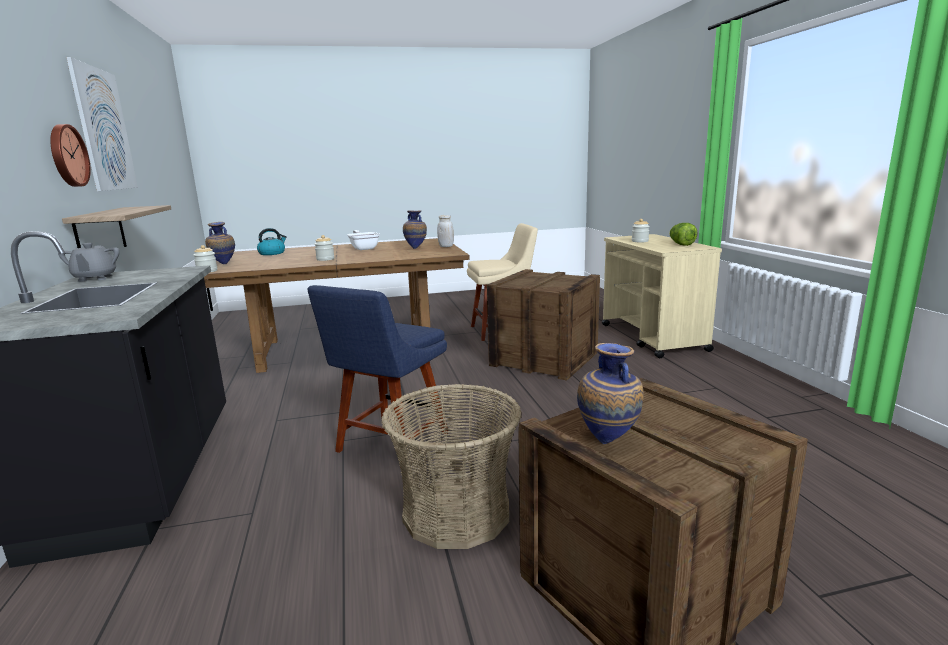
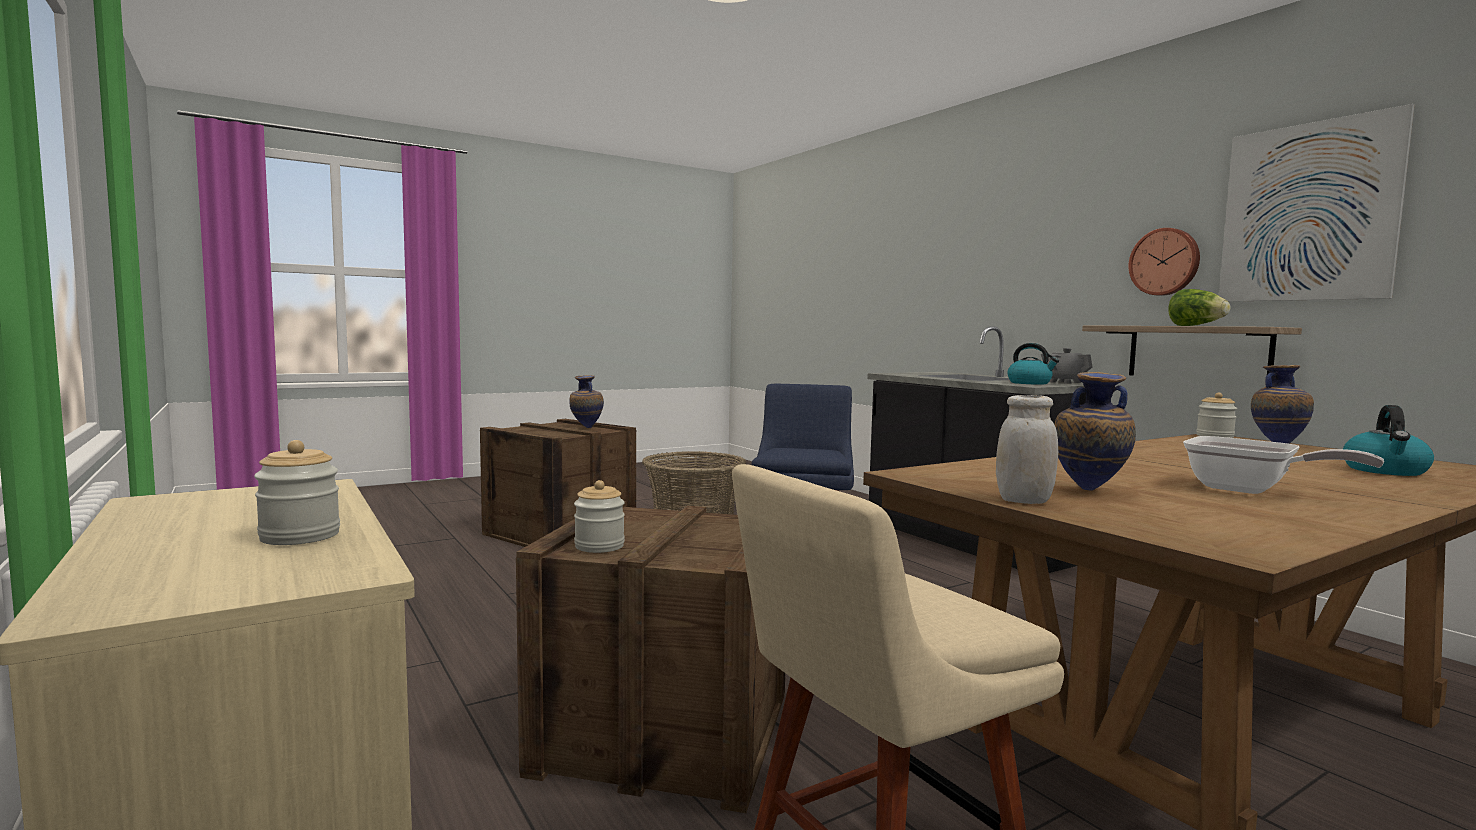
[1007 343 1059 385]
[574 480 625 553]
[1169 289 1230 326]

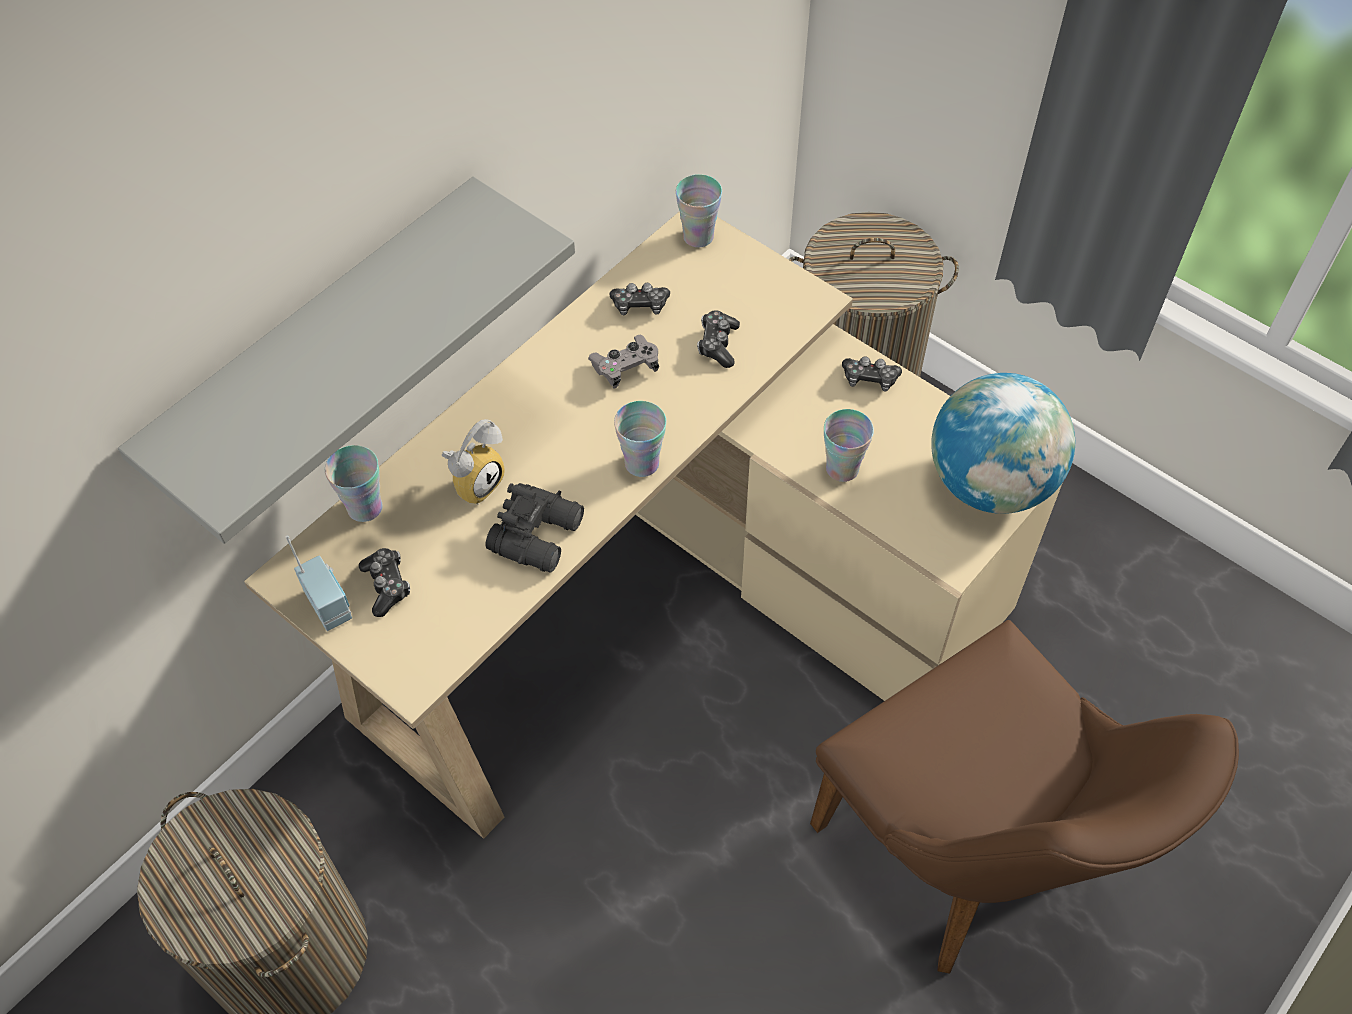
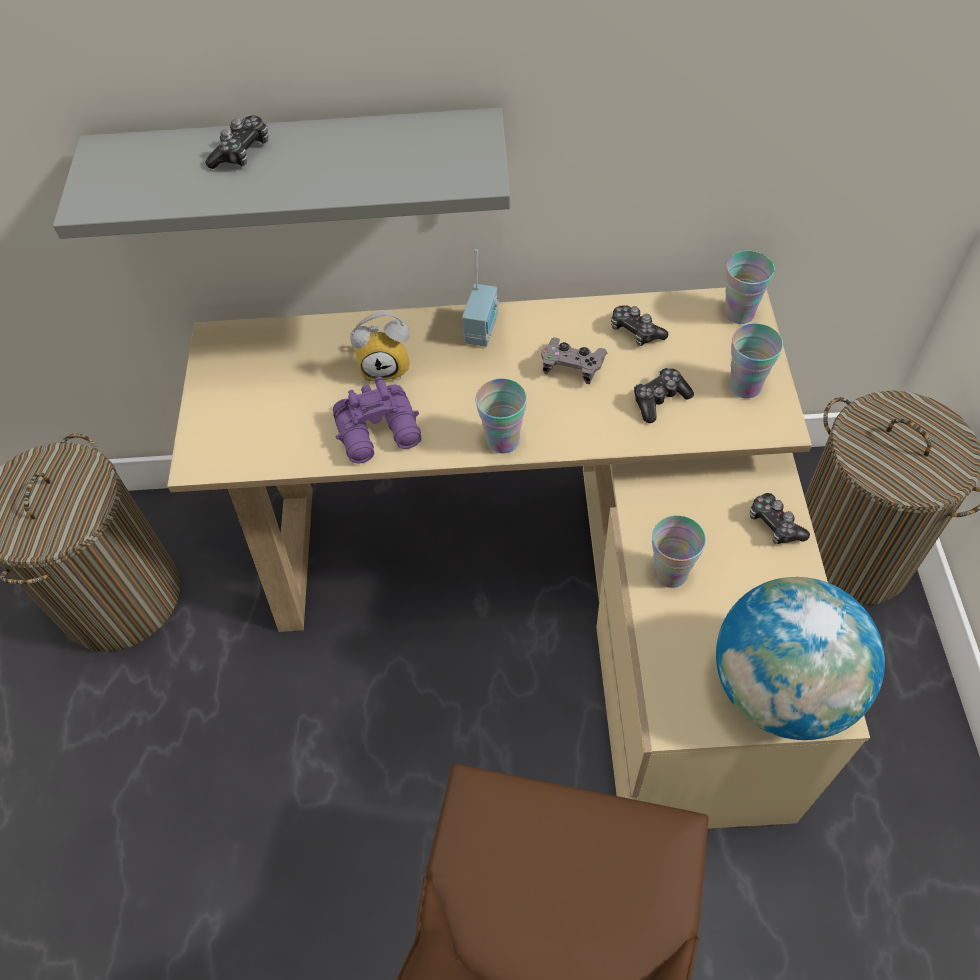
[462 249 500 347]
[729 323 783 398]
[205 116 269 169]
[333 377 422 464]

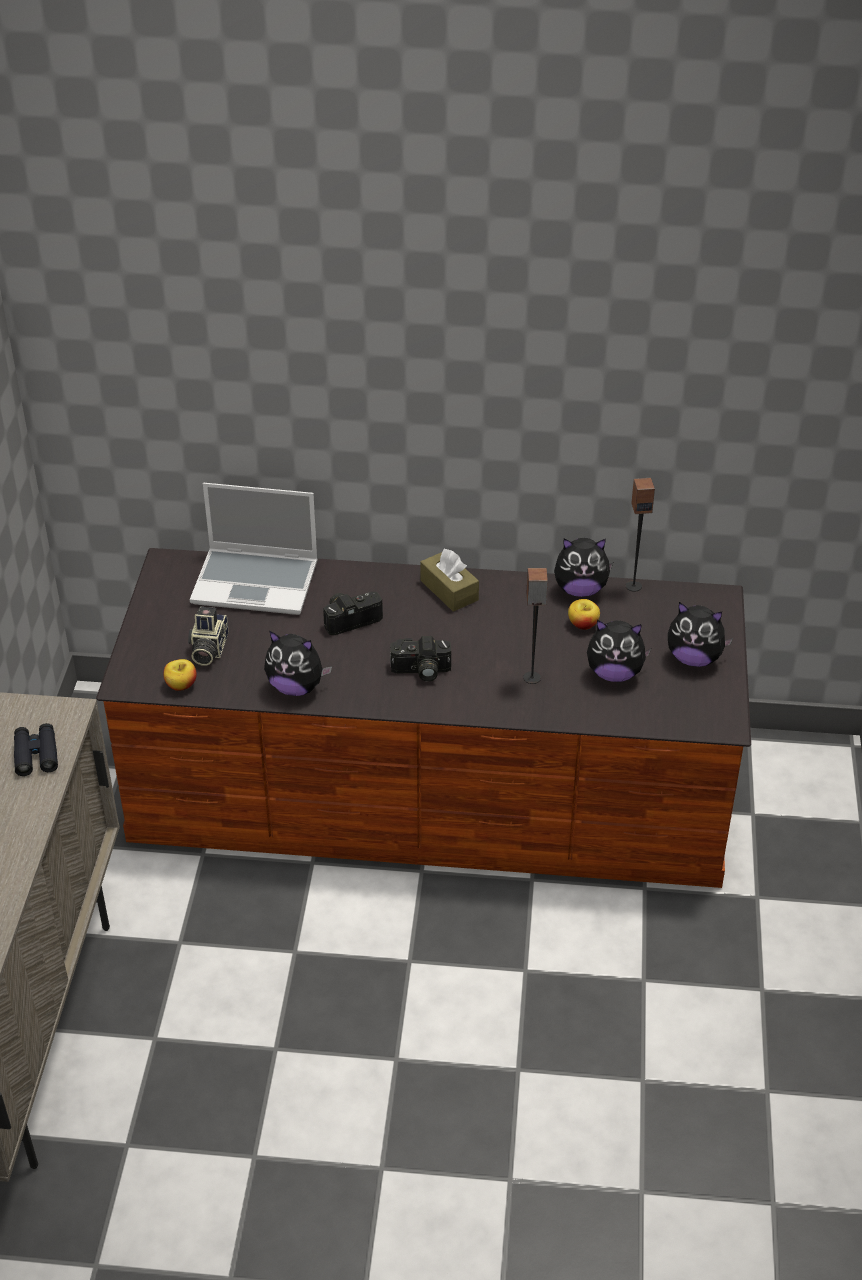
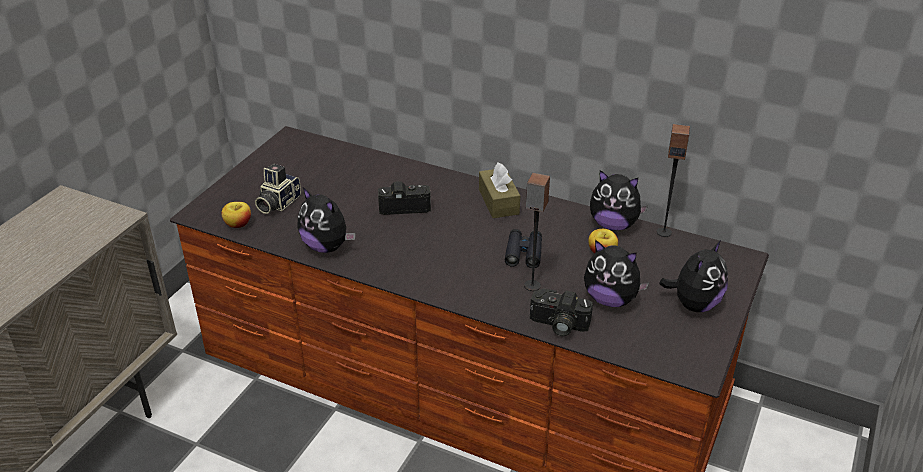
[190 483 318 615] (first image)
[505 229 542 268]
[530 289 593 336]
[659 240 728 312]

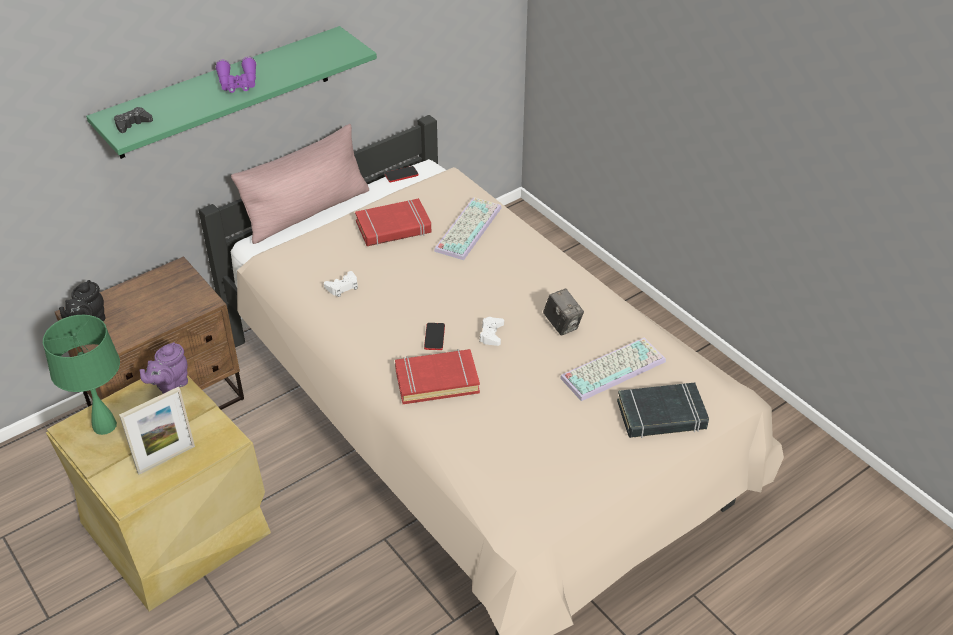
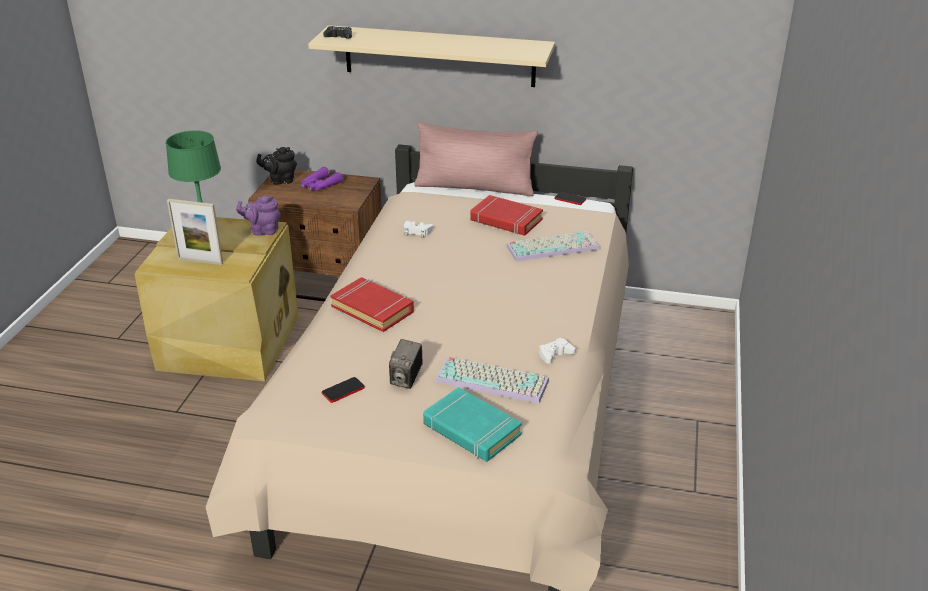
[301 167 343 190]
[322 377 365 403]
[539 338 575 364]
[389 339 423 389]
[308 25 555 87]
[423 387 522 462]

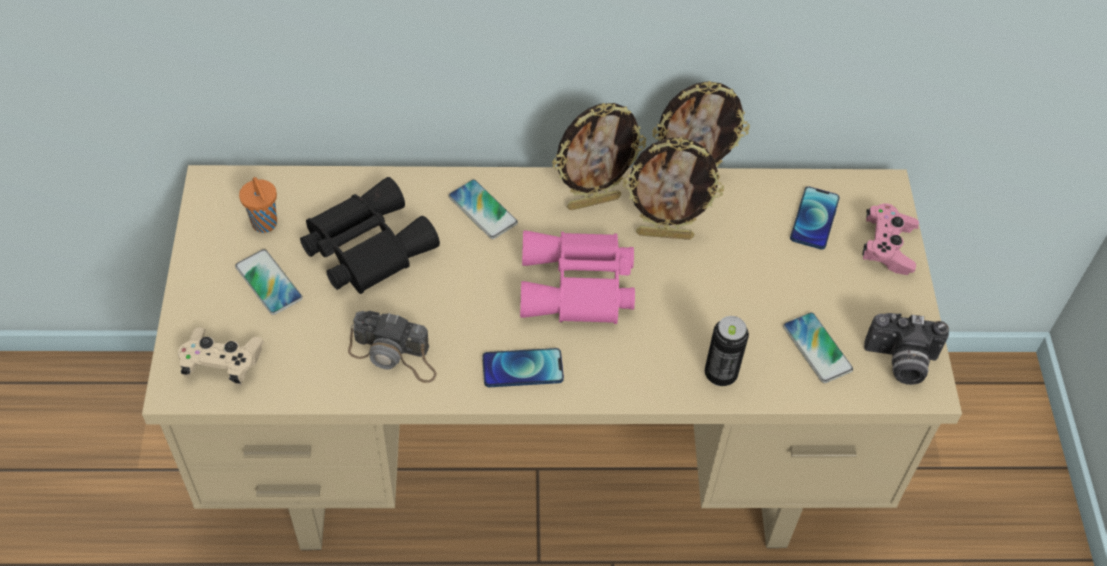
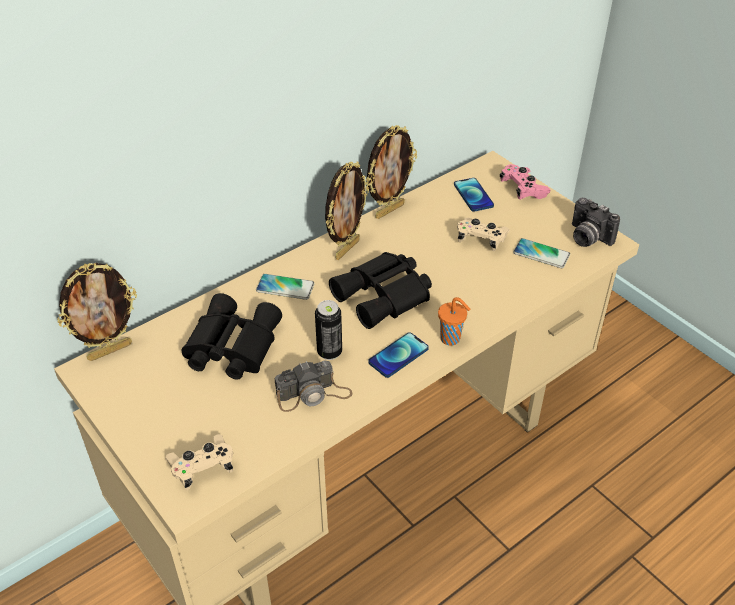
[235 249 303 315] (first image)
[457 217 510 251]
[438 297 470 346]
[57 263 137 361]
[315 300 342 360]
[329 252 432 329]
[572 198 620 247]

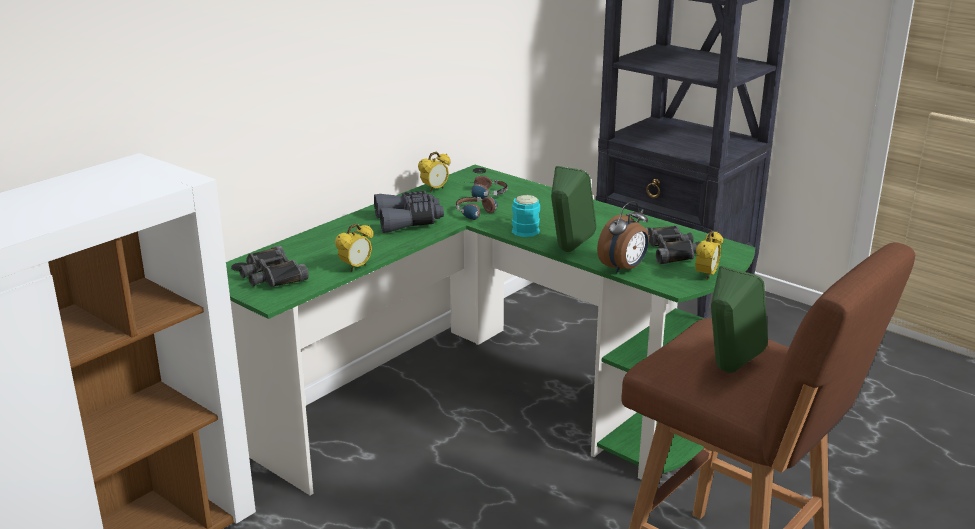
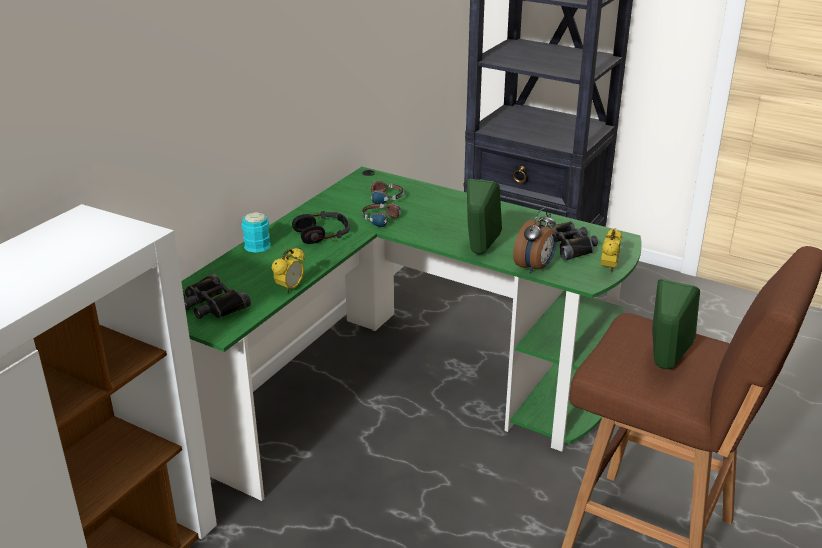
[418 151 451 192] (first image)
[242 212 271 253]
[292 211 350 244]

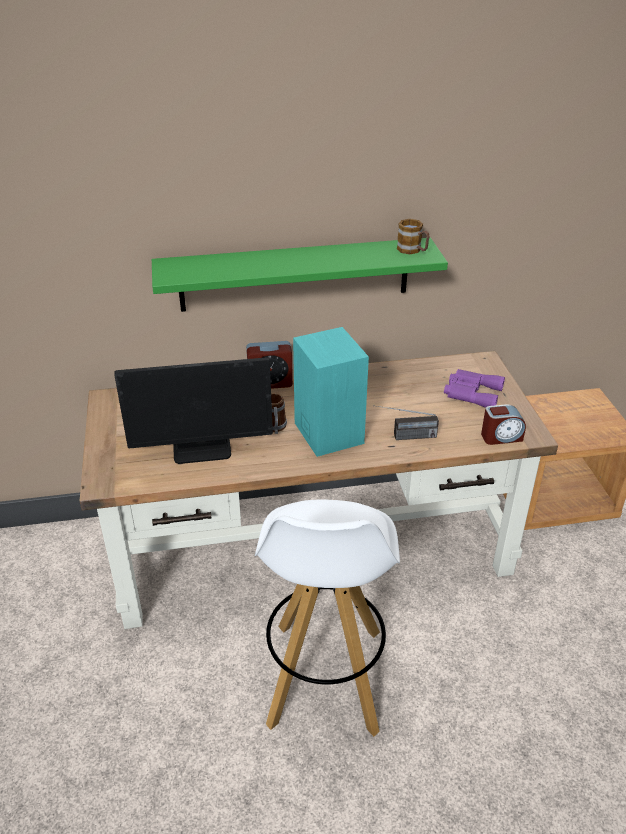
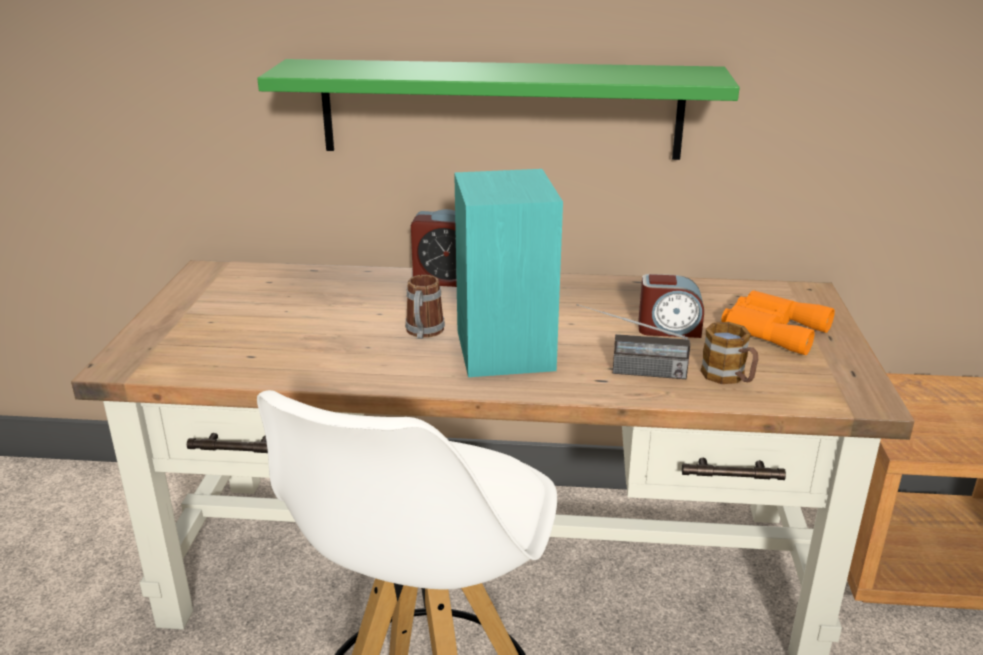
[114 357 273 464] (first image)
[700 322 758 384]
[638 274 704 338]
[721 290 835 355]

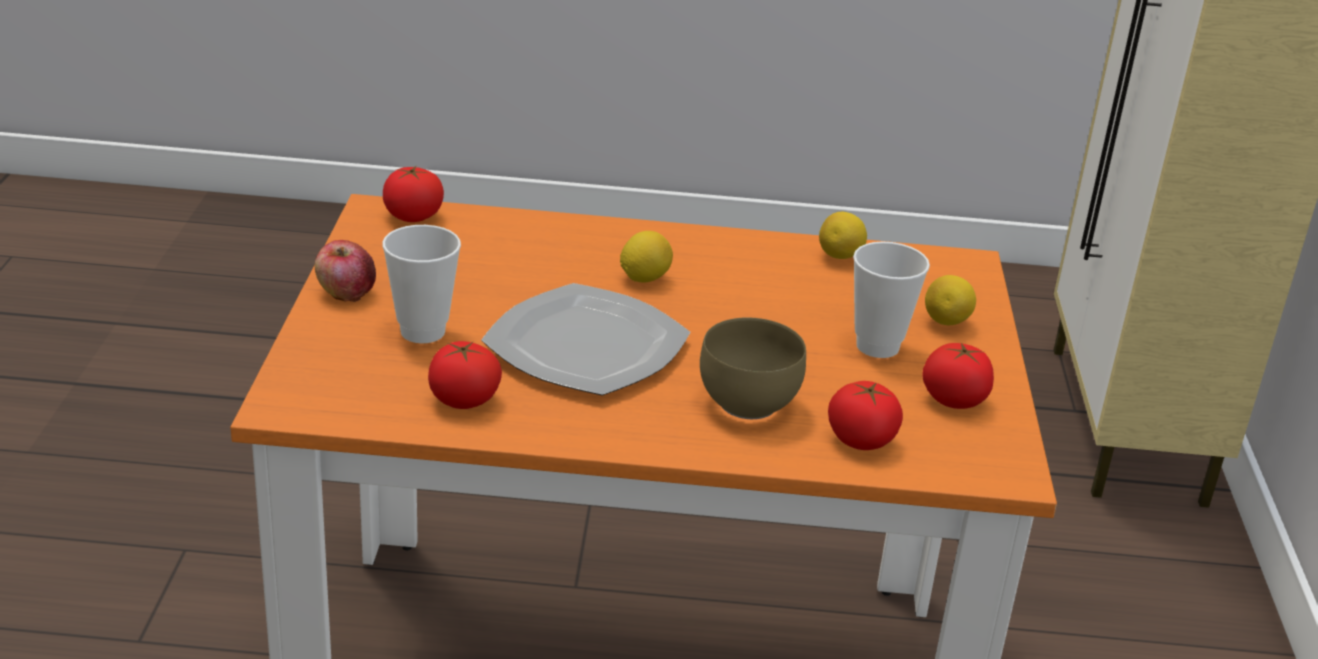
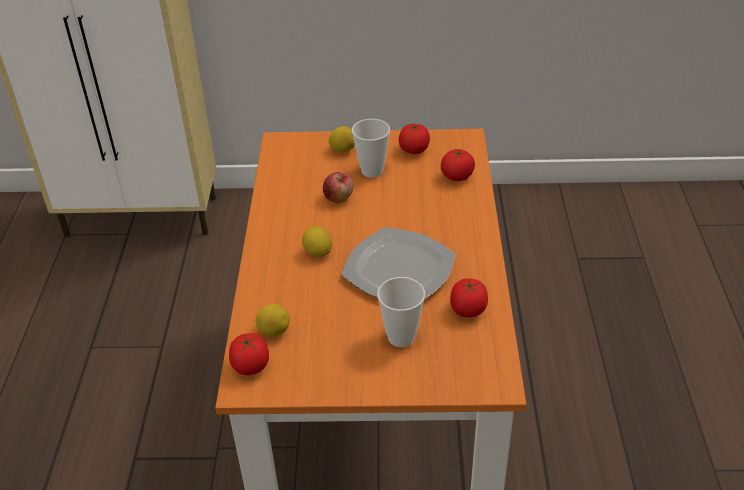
[700 317 806 419] (first image)
[323 172 353 203]
[256 304 289 336]

